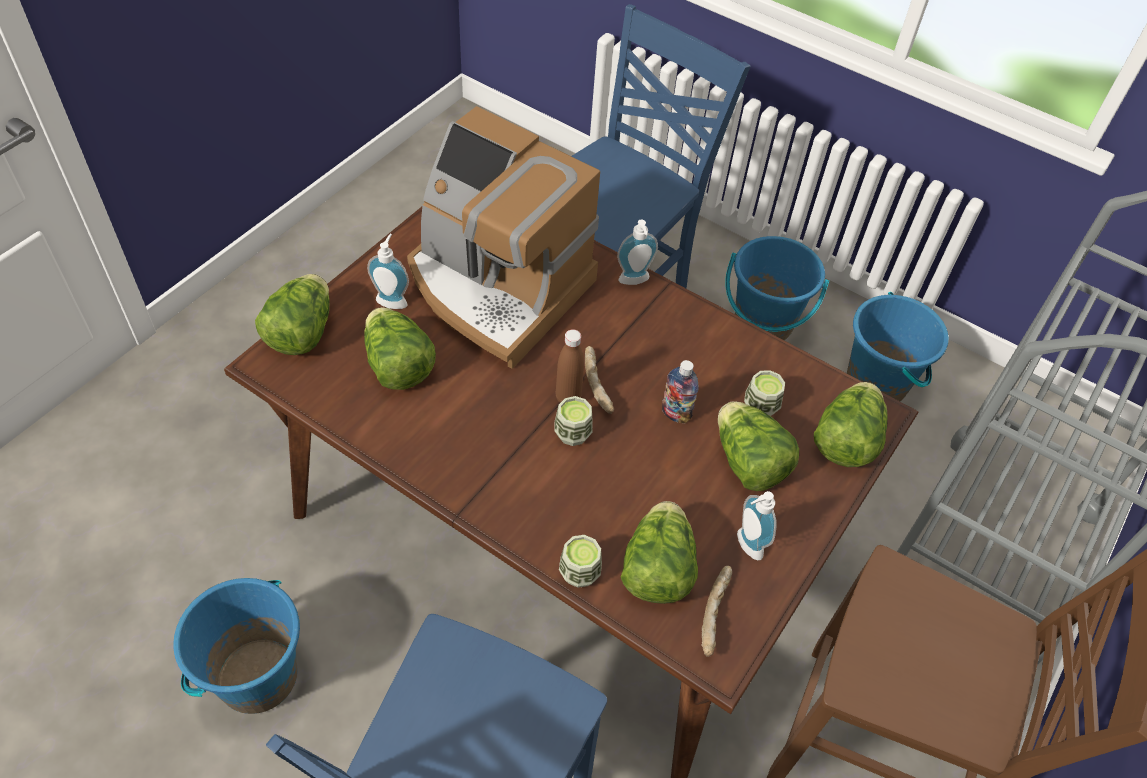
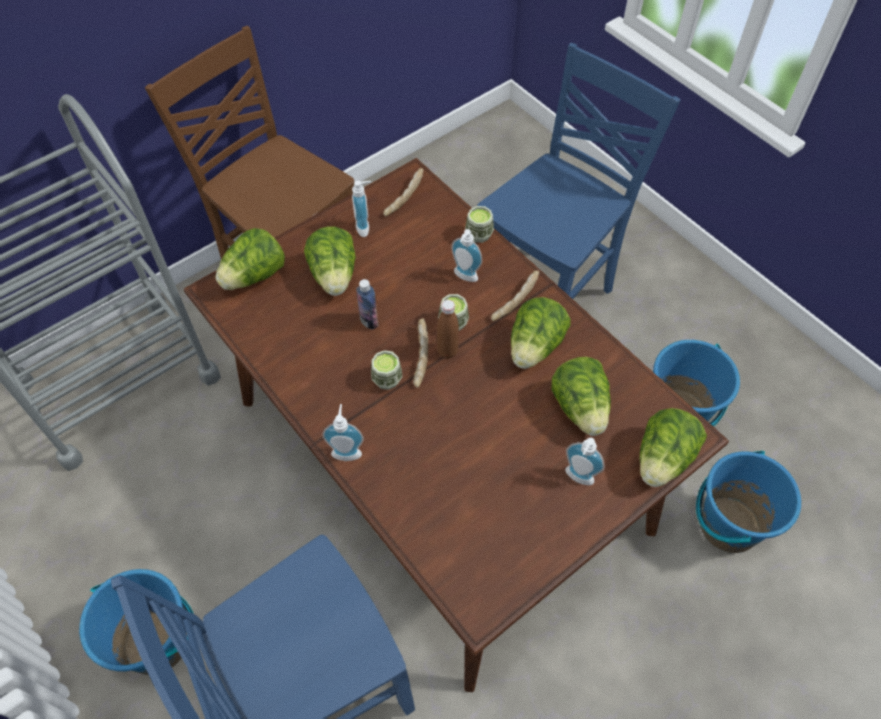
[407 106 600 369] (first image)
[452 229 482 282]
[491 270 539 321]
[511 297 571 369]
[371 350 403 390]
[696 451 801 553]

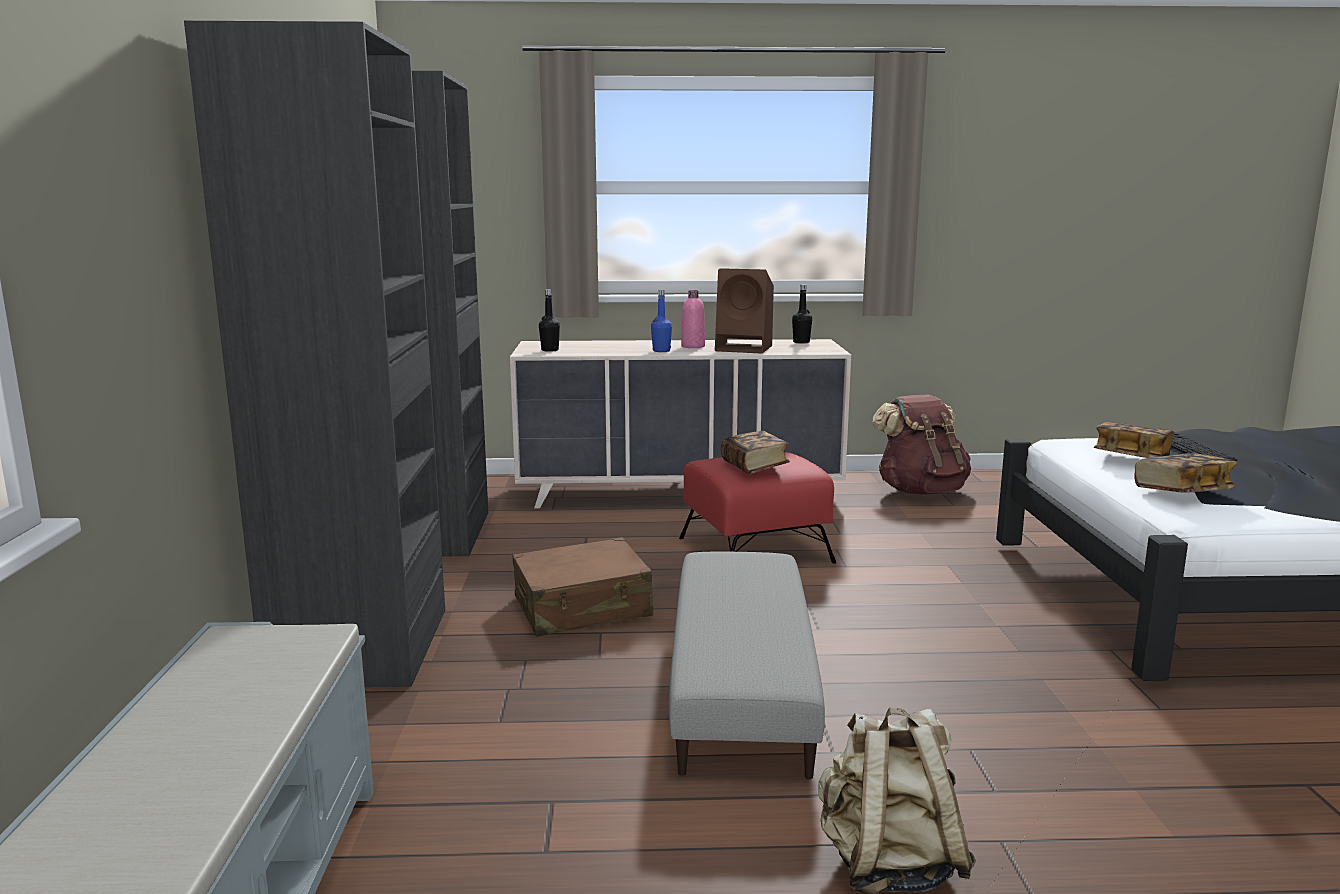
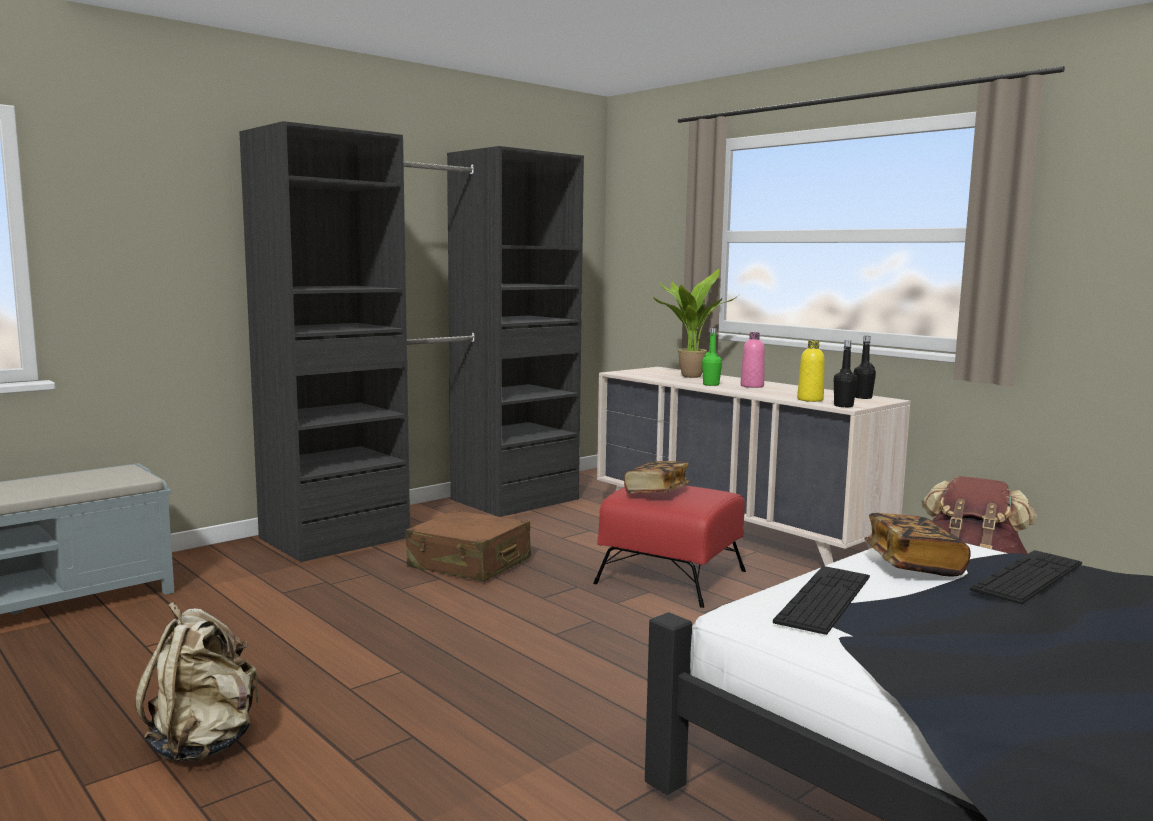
[669 552 825 779] (first image)
[715 268 774 354] (first image)
[653 269 738 378]
[797 340 825 402]
[834 340 857 407]
[773 566 870 635]
[702 328 722 386]

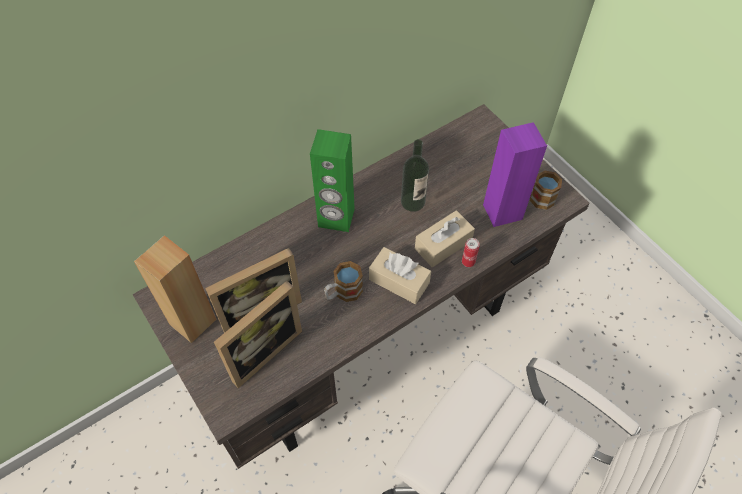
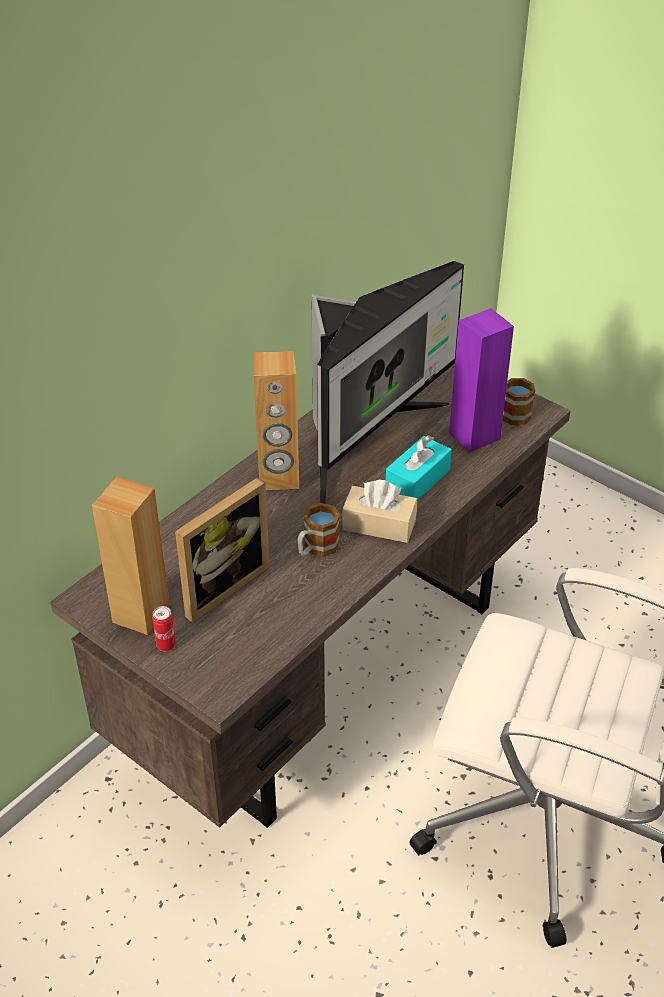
[214 281 302 388] (first image)
[152 606 176 651]
[311 261 464 504]
[253 351 299 490]
[386 435 452 500]

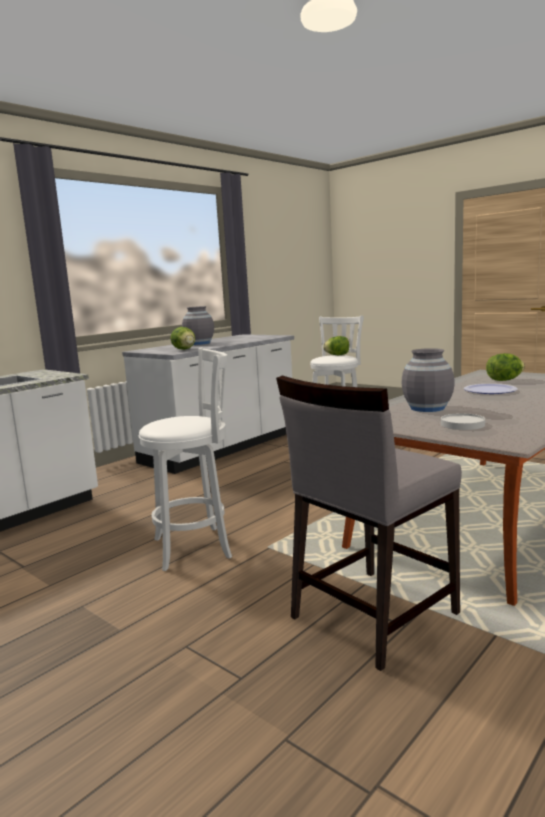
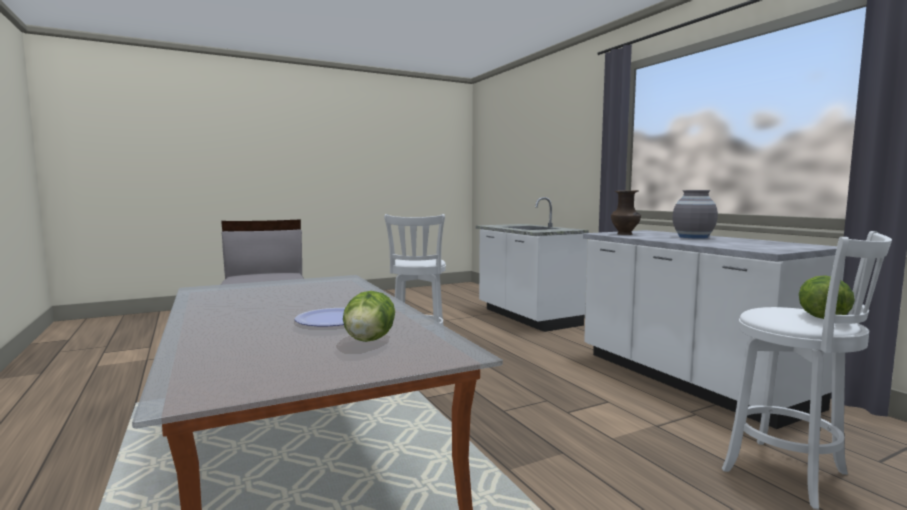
[402 348 455 412] (first image)
[441 413 485 430] (first image)
[611 190 641 235]

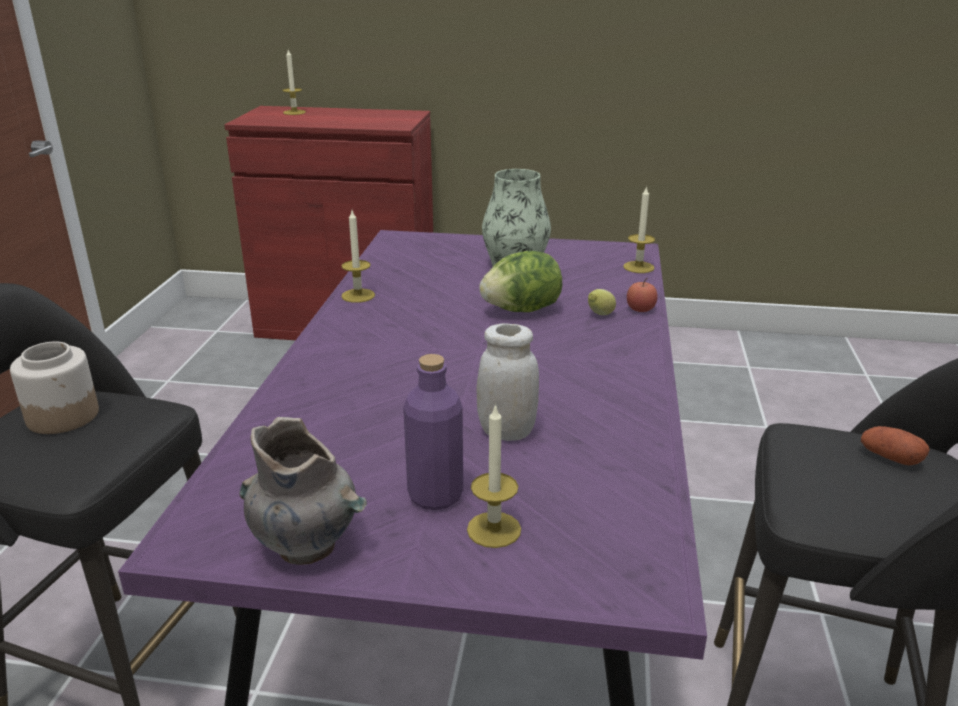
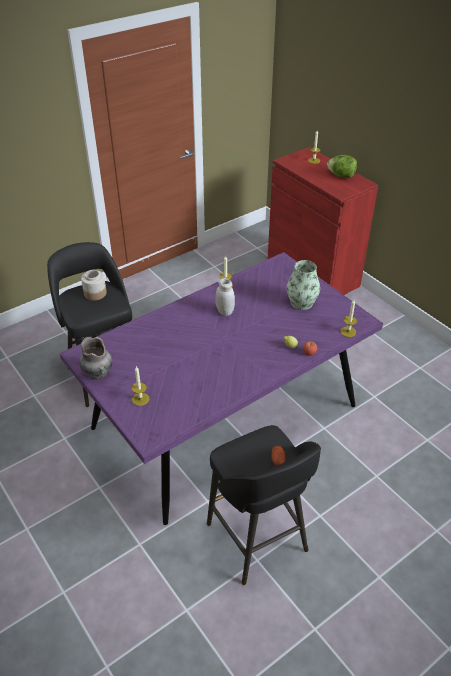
[403 354 463 510] (first image)
[216 278 235 316]
[327 155 357 178]

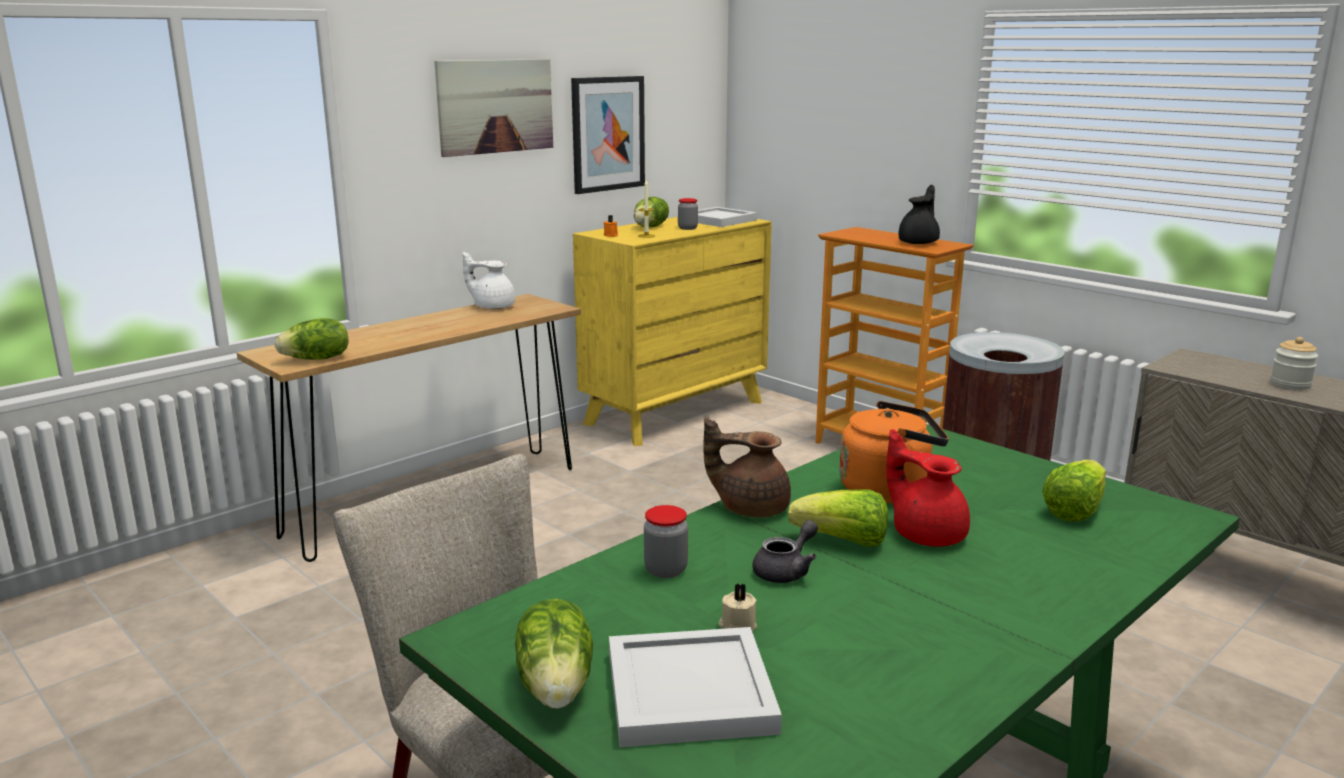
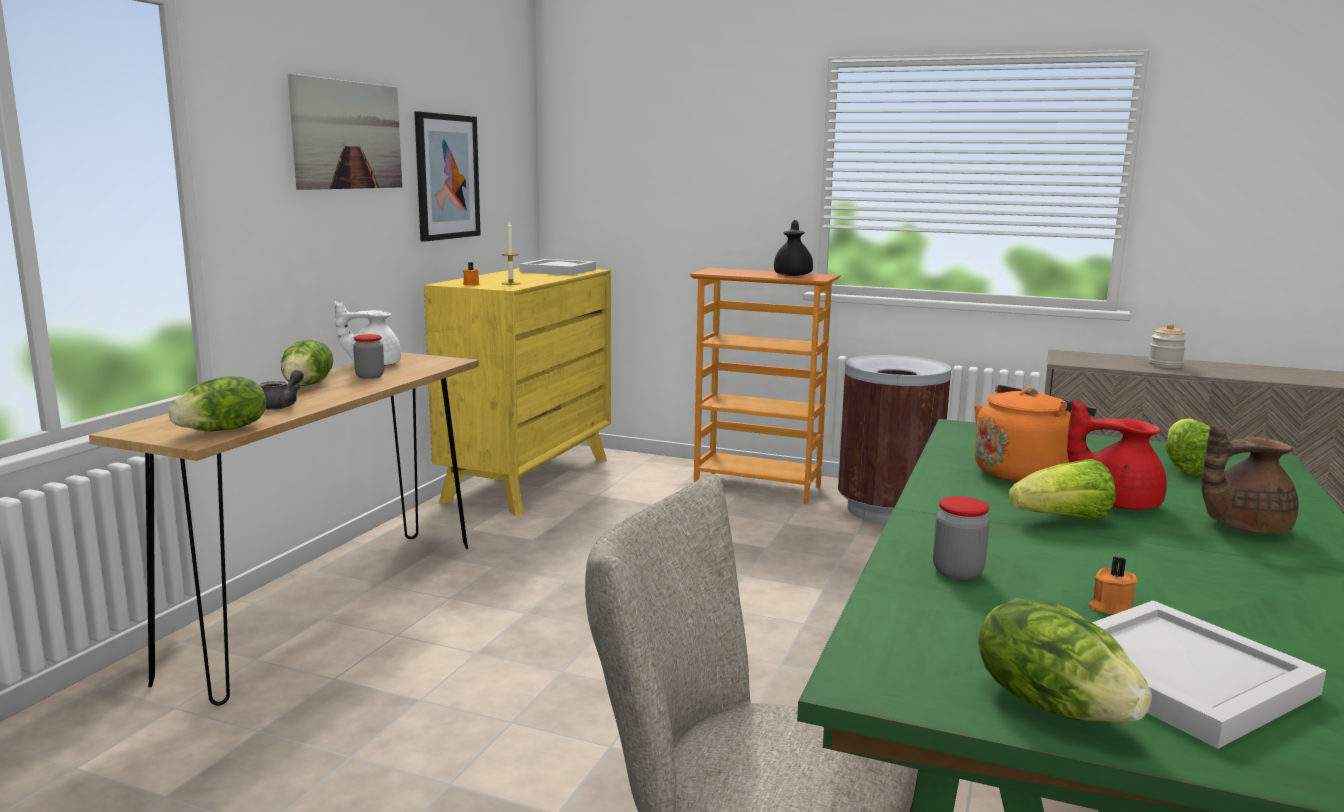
[281 340 333 386]
[353 334 384 379]
[1201 426 1299 534]
[259 370 304 410]
[1088 557 1138 615]

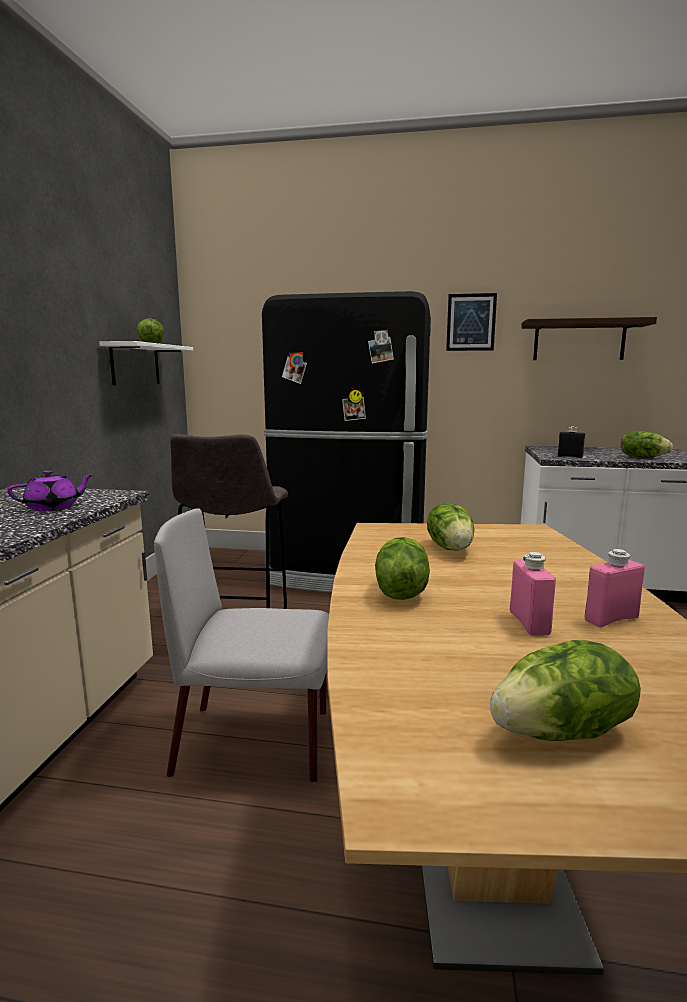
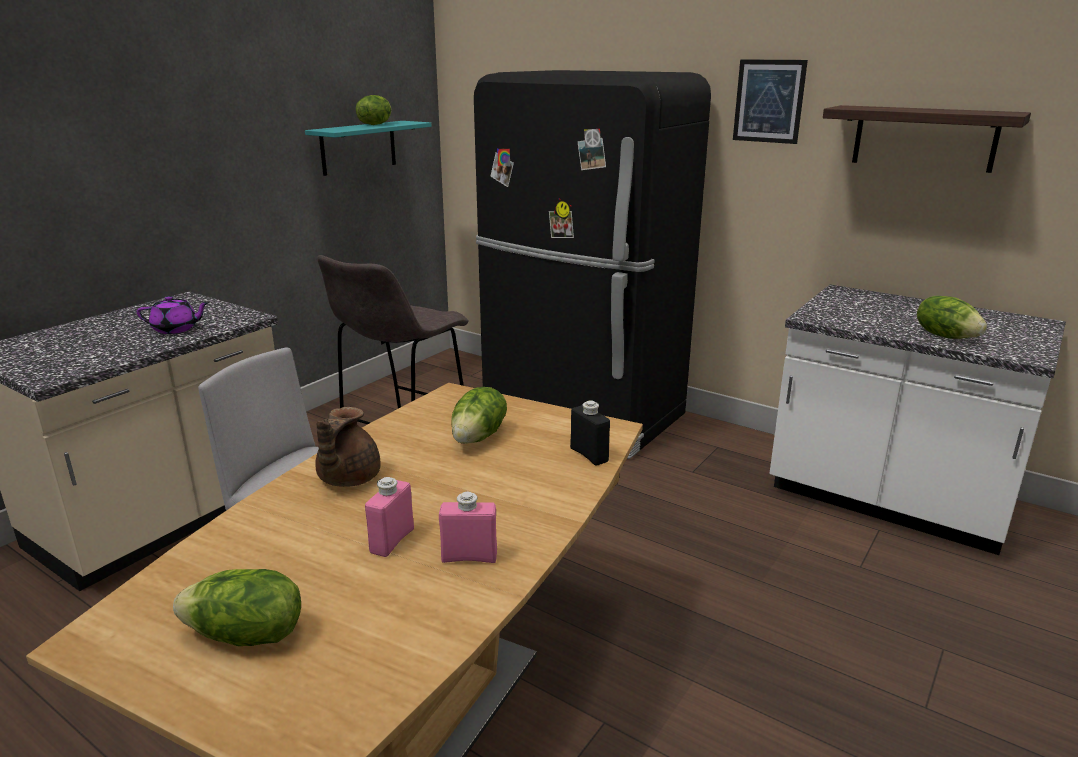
[570 400 610 466]
[315 407 381 487]
[305 121 431 176]

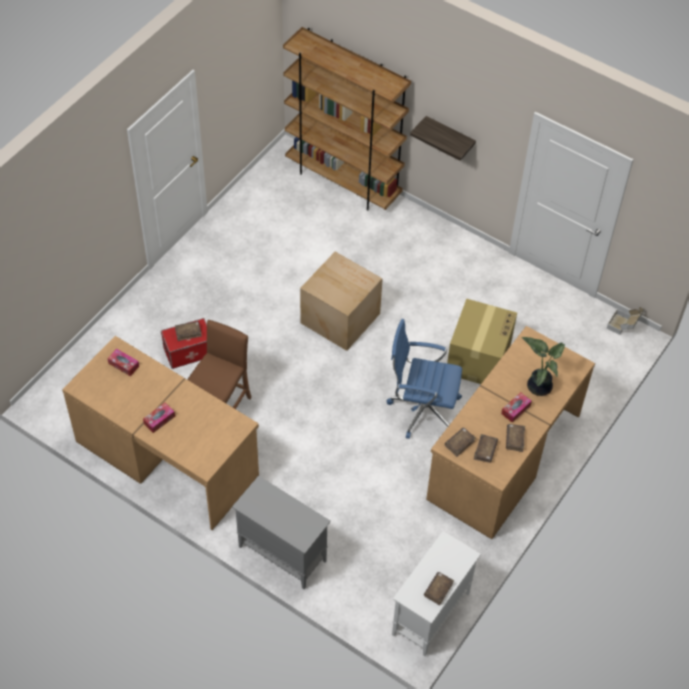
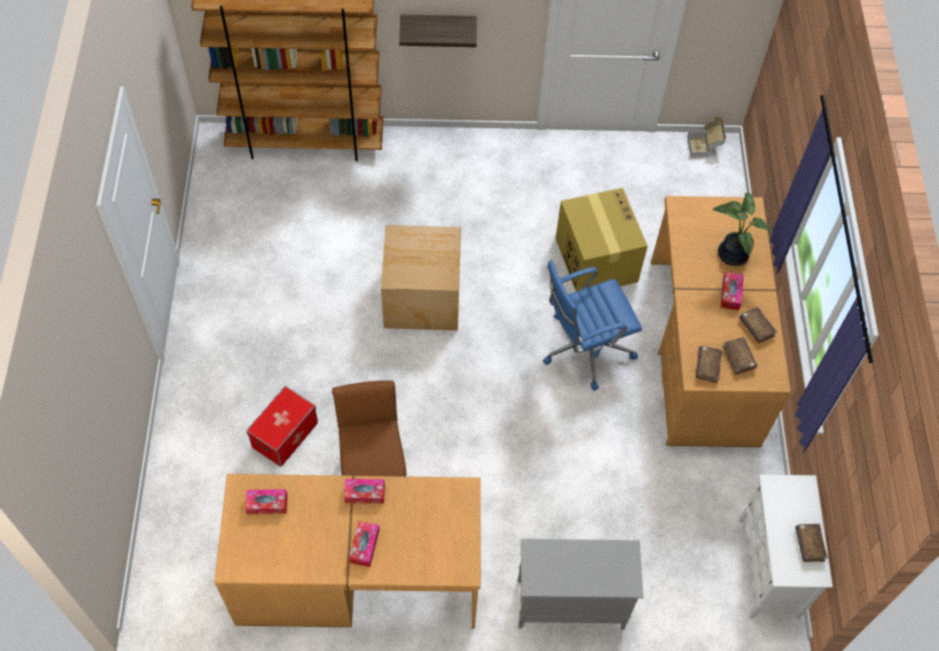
[175 321 202 341] (first image)
[344 479 385 504]

